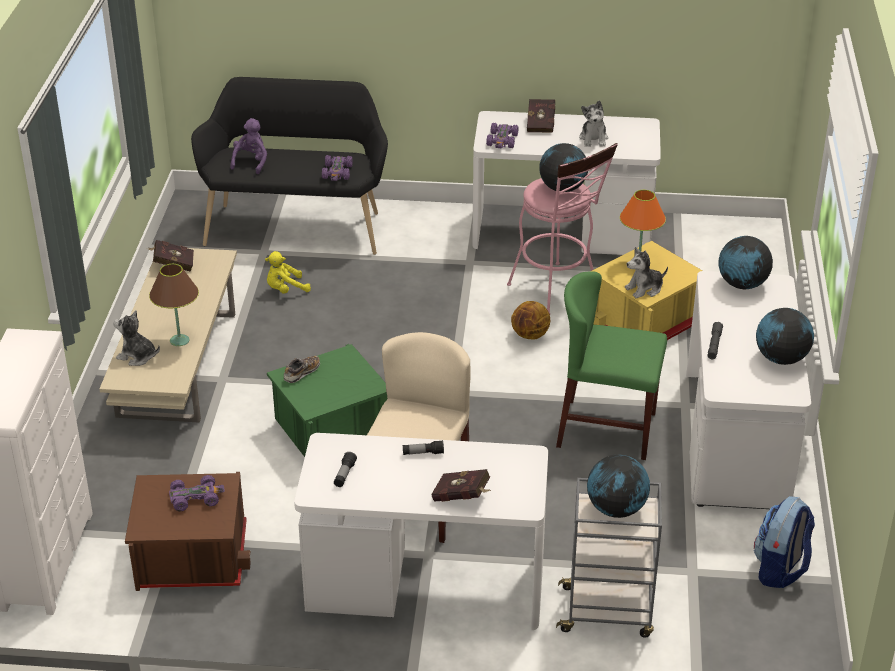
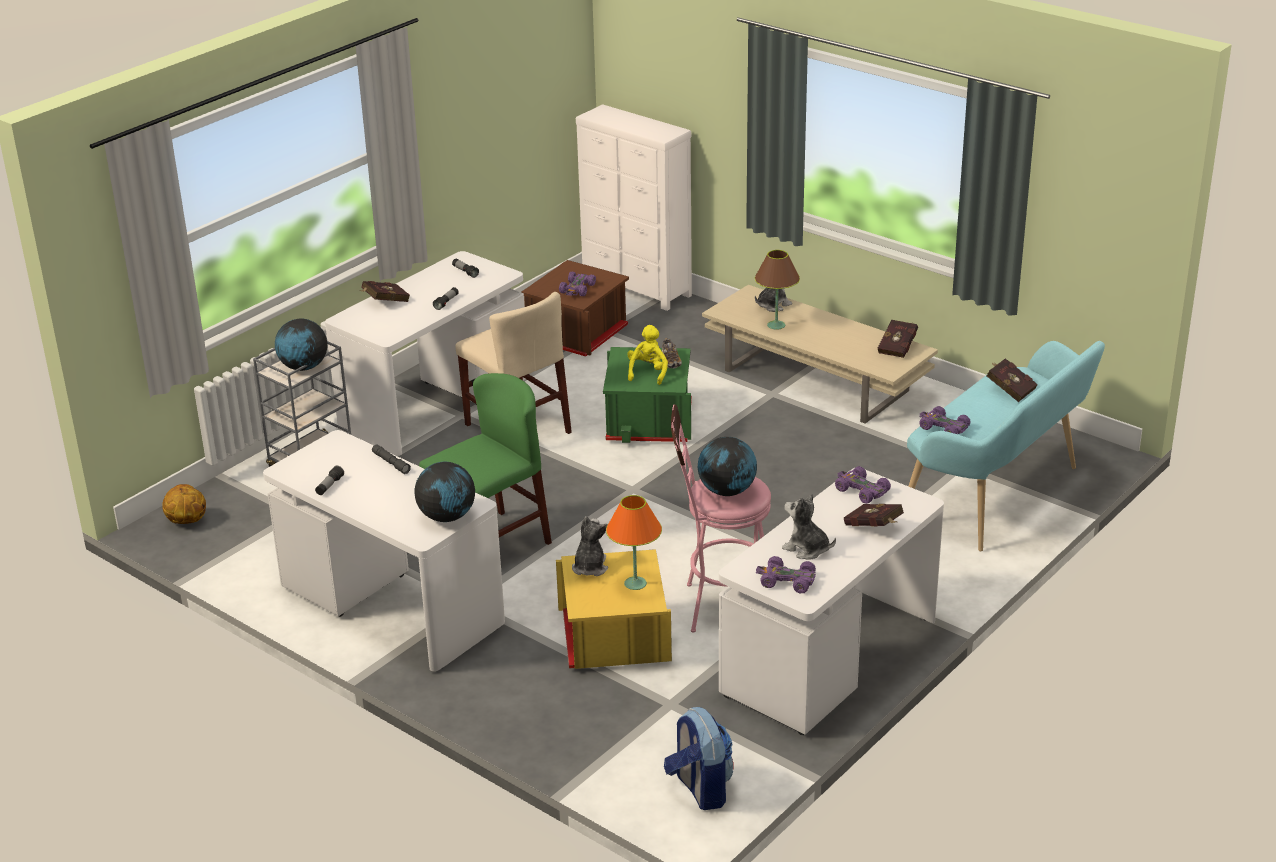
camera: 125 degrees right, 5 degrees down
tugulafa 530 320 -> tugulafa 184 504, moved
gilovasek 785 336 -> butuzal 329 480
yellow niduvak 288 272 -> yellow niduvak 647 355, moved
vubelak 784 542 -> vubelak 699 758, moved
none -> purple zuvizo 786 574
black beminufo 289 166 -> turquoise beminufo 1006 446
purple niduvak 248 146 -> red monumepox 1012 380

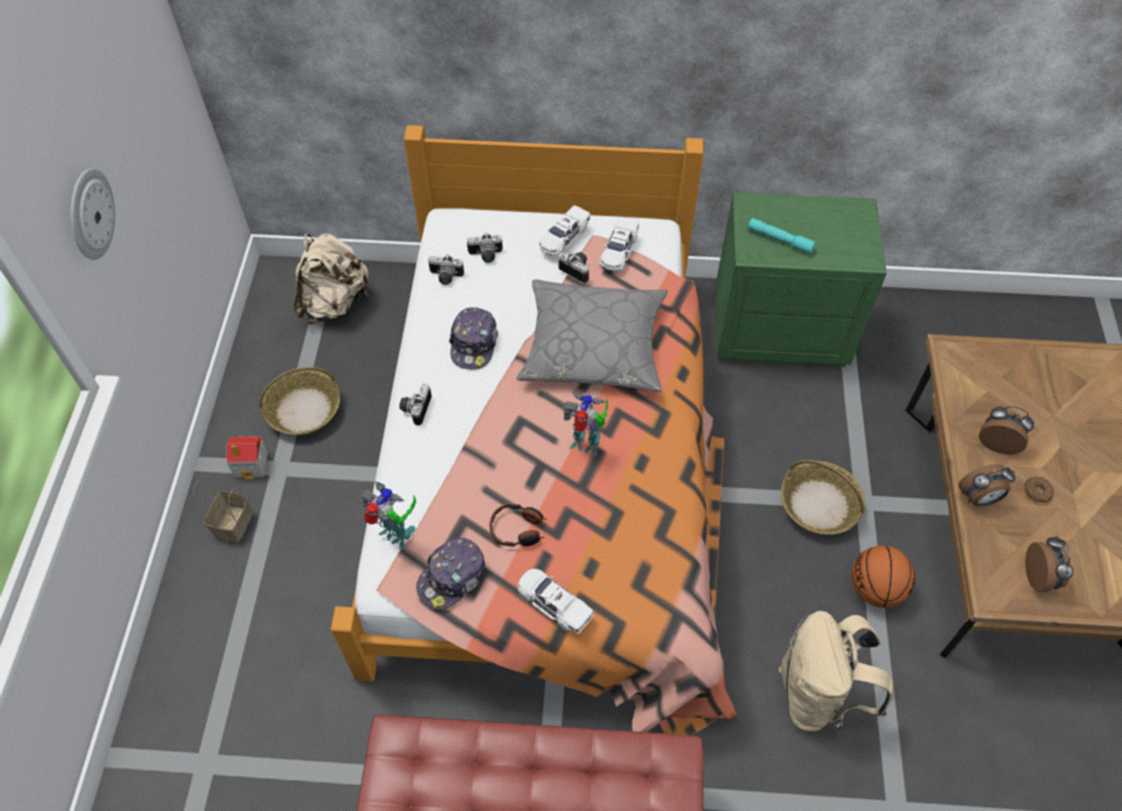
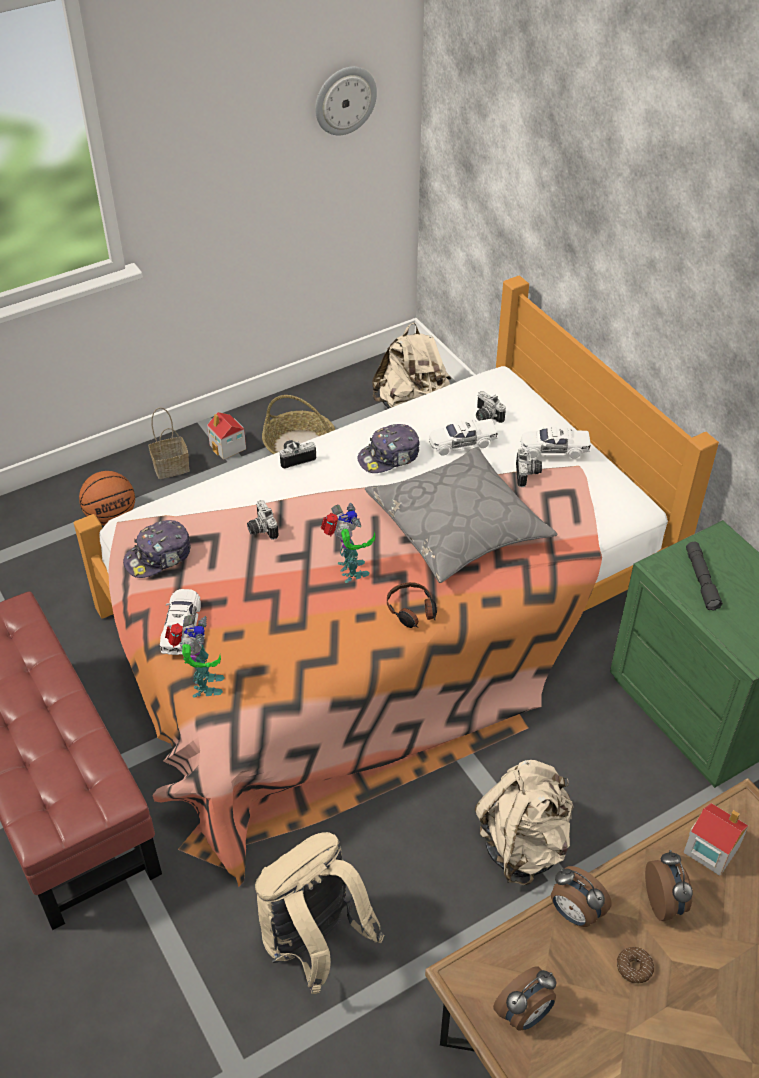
camera: 55 degrees right, 10 degrees down
tugulafa 883 577 -> tugulafa 107 498, moved
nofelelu 450 574 -> nofelelu 157 549, 45 degrees counterclockwise
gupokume 388 515 -> gupokume 194 656, moved
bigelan 446 269 -> bigelan 263 520, moved
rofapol 93 214 -> rofapol 346 101, moved
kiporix 518 525 -> kiporix 412 605, moved
white zuvizo 619 244 -> white zuvizo 463 437, moved
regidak 823 497 -> beige vubelak 524 822
none -> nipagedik 715 839
turquoise butuzal 782 236 -> grey butuzal 704 576

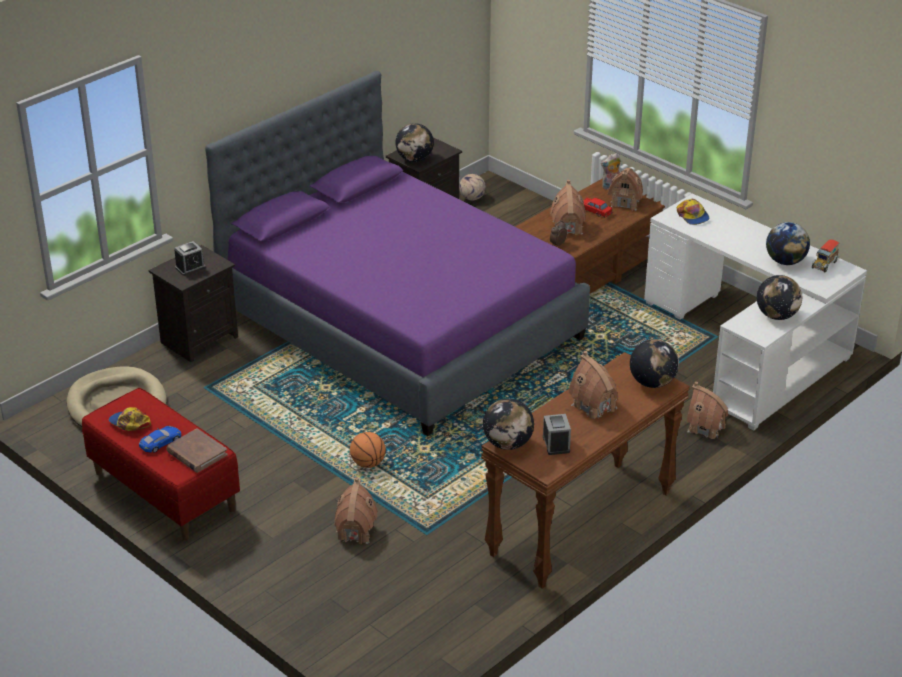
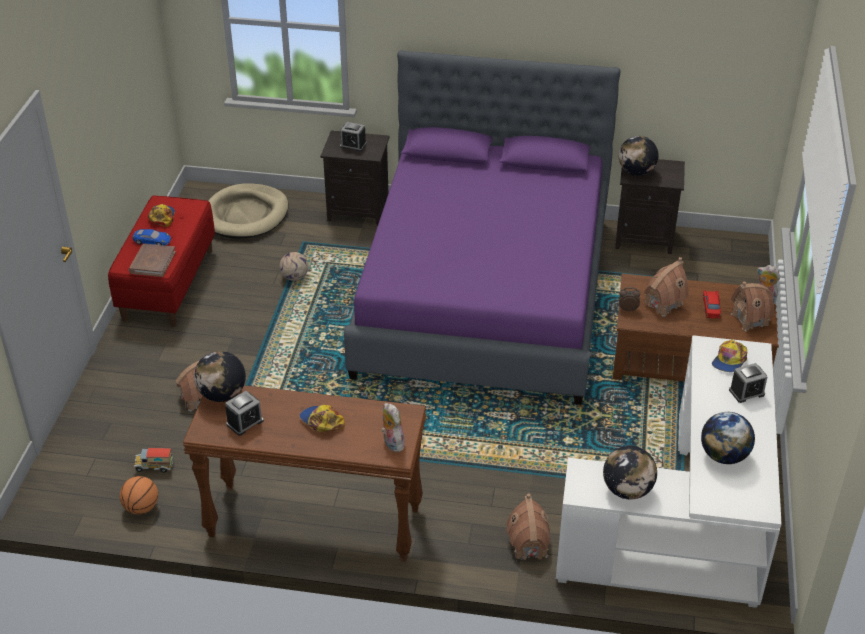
camera: 55 degrees right, 5 degrees up
tugulafa 368 450 -> tugulafa 139 495, moved
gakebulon 826 255 -> gakebulon 153 460, moved
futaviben 472 187 -> futaviben 294 266, moved
nipagedik 593 385 -> nofelelu 322 418
gilovasek 654 363 -> niduvak 393 427
none -> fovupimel 748 383

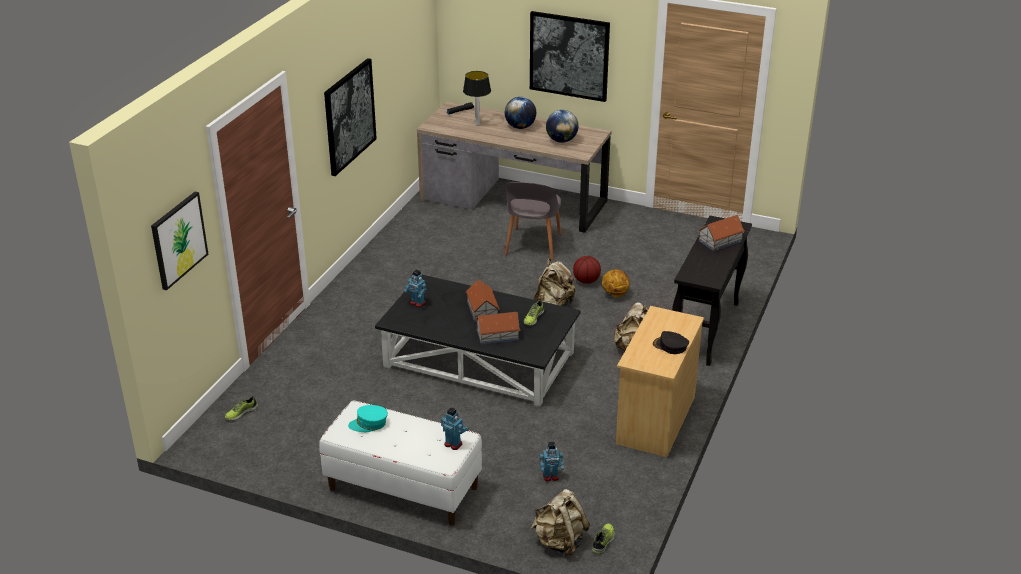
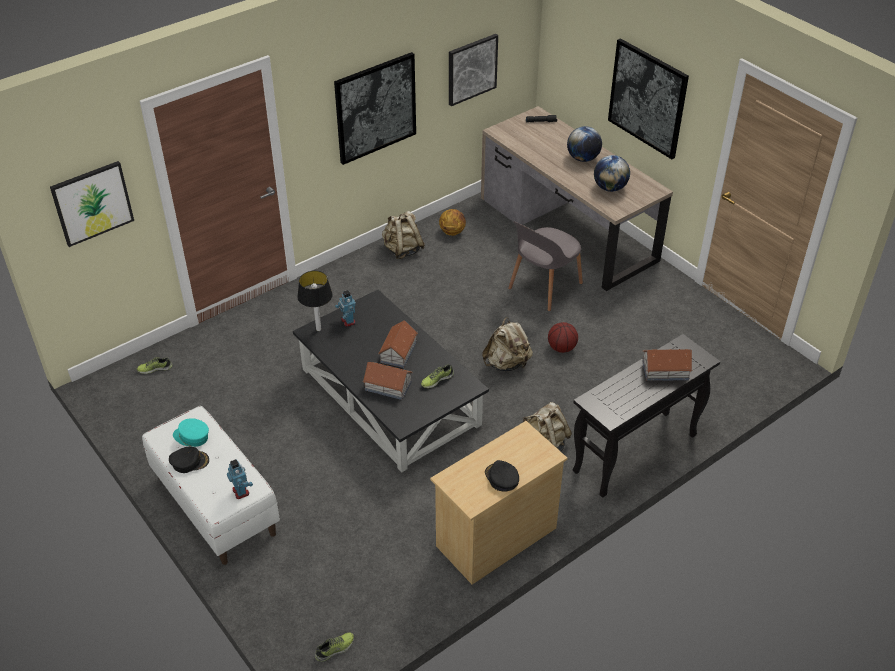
camera: 30 degrees right, 10 degrees up
none -> black nofelelu 189 460
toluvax 477 98 -> toluvax 315 301, moved
beige vubelak 560 523 -> beige vubelak 403 235, moved
tugulafa 616 283 -> tugulafa 452 222, moved
none -> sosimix 473 70
gupokume 552 461 -> none

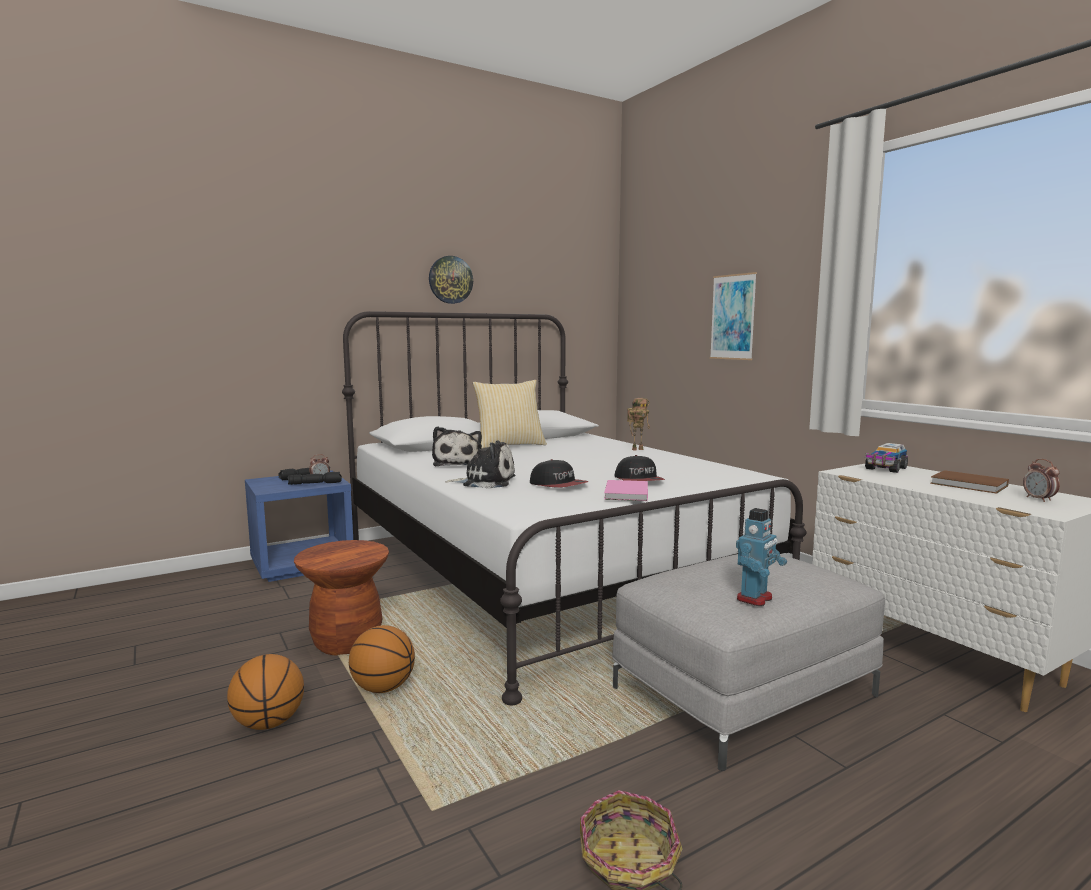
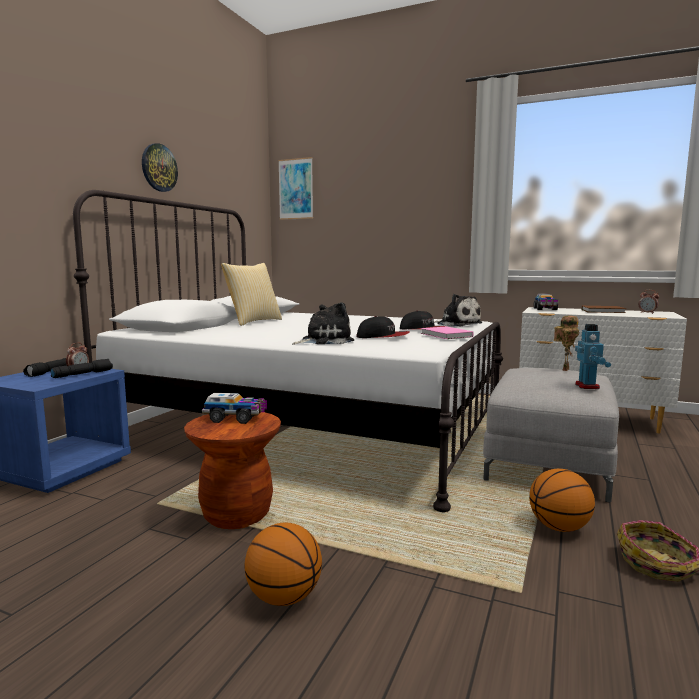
camera: 35 degrees left, 0 degrees up
none -> gakebulon 234 408
sosimix 733 316 -> sosimix 295 188, moved
niduvak 457 447 -> niduvak 458 310, moved
tugulafa 382 659 -> tugulafa 562 500, moved
gupokume 638 424 -> gupokume 566 343, moved

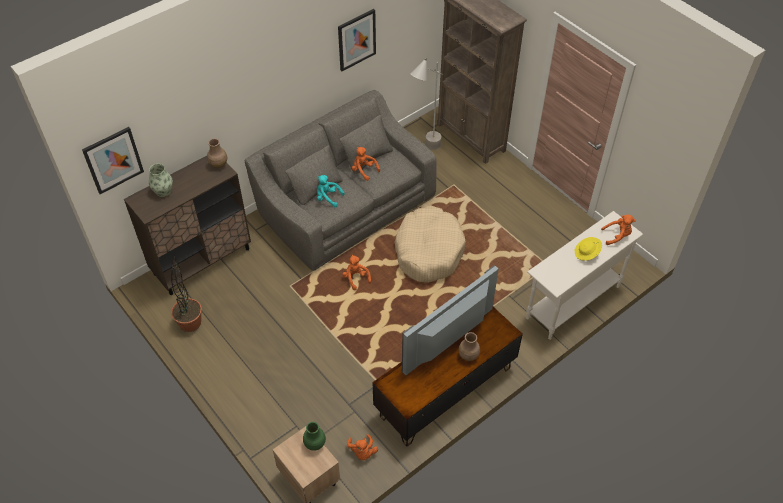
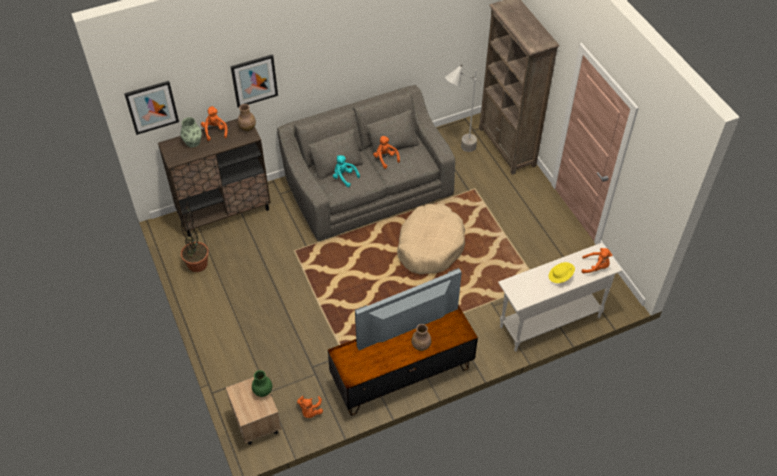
camera: 15 degrees right, 0 degrees up
orange niduvak 356 272 -> orange niduvak 214 123, moved
sosimix 357 40 -> sosimix 254 81, moved

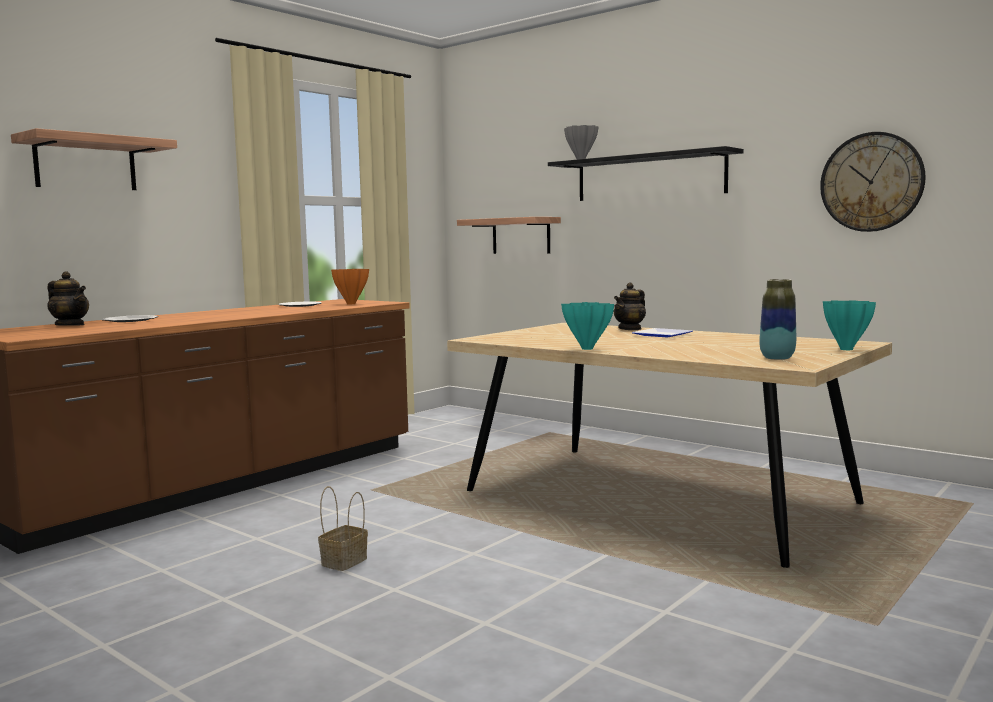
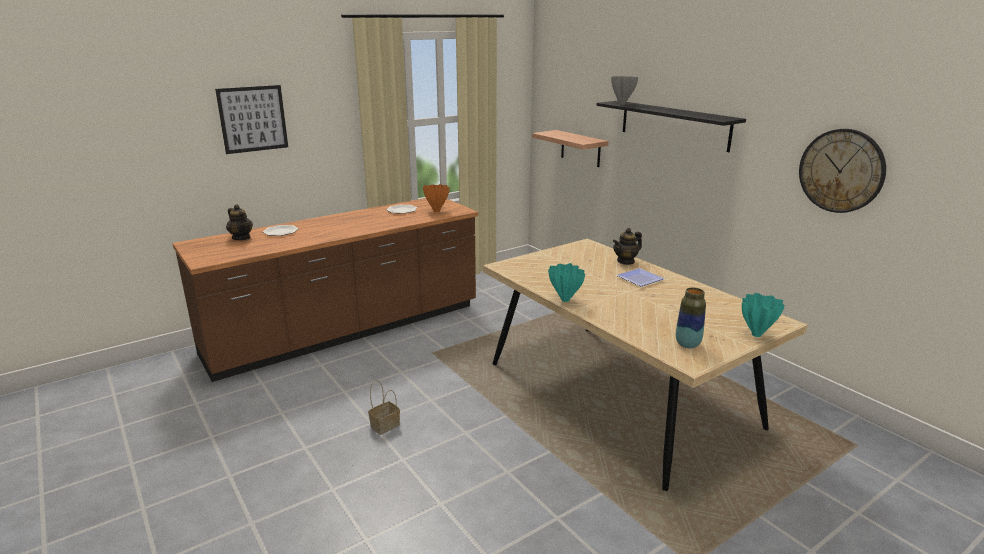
camera: 15 degrees right, 15 degrees up
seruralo 94 159 -> sosimix 251 119

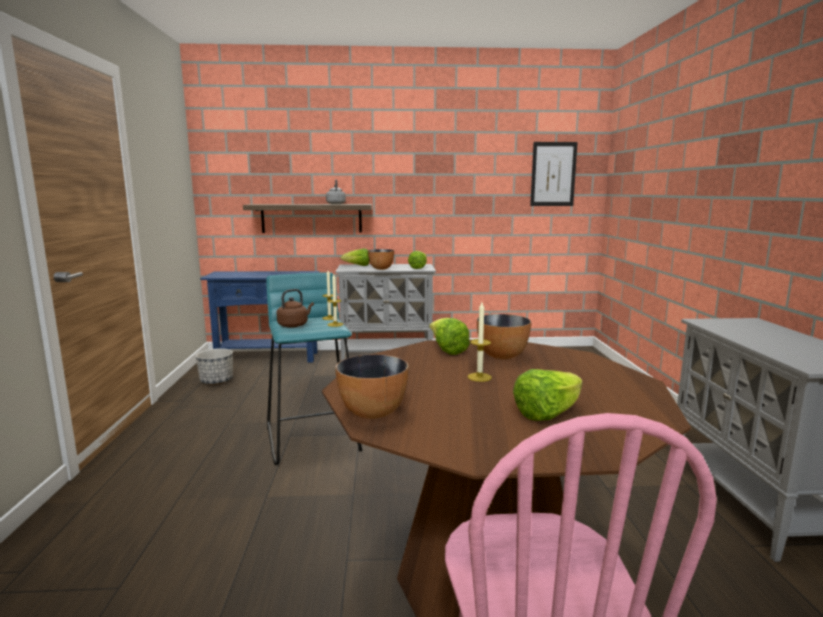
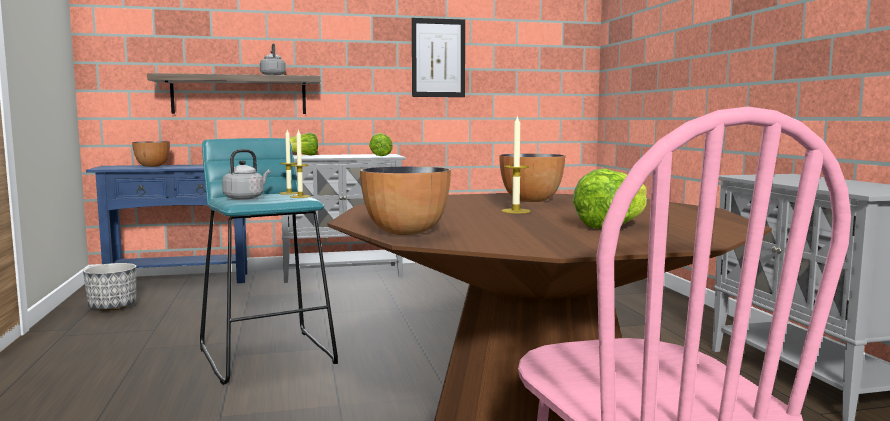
camera: 10 degrees left, 5 degrees down
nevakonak 381 259 -> nevakonak 151 154, moved
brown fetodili 295 308 -> grey fetodili 246 174
sosimix 554 174 -> sosimix 438 57, moved
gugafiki 449 336 -> none

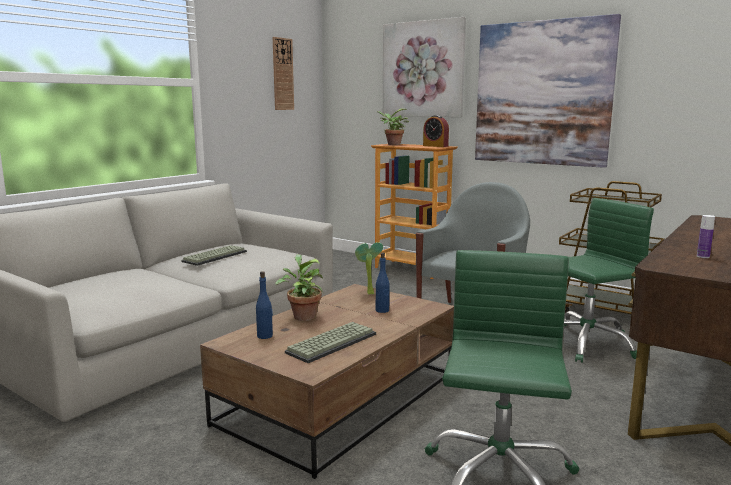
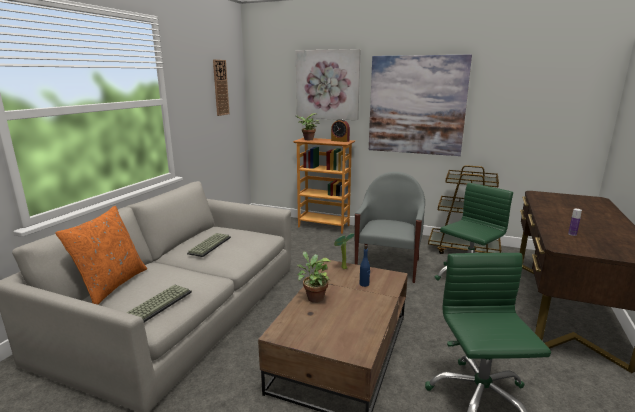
camera: 15 degrees left, 5 degrees up
none -> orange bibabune 101 255
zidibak 330 342 -> zidibak 159 303, moved
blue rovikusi 264 305 -> none

